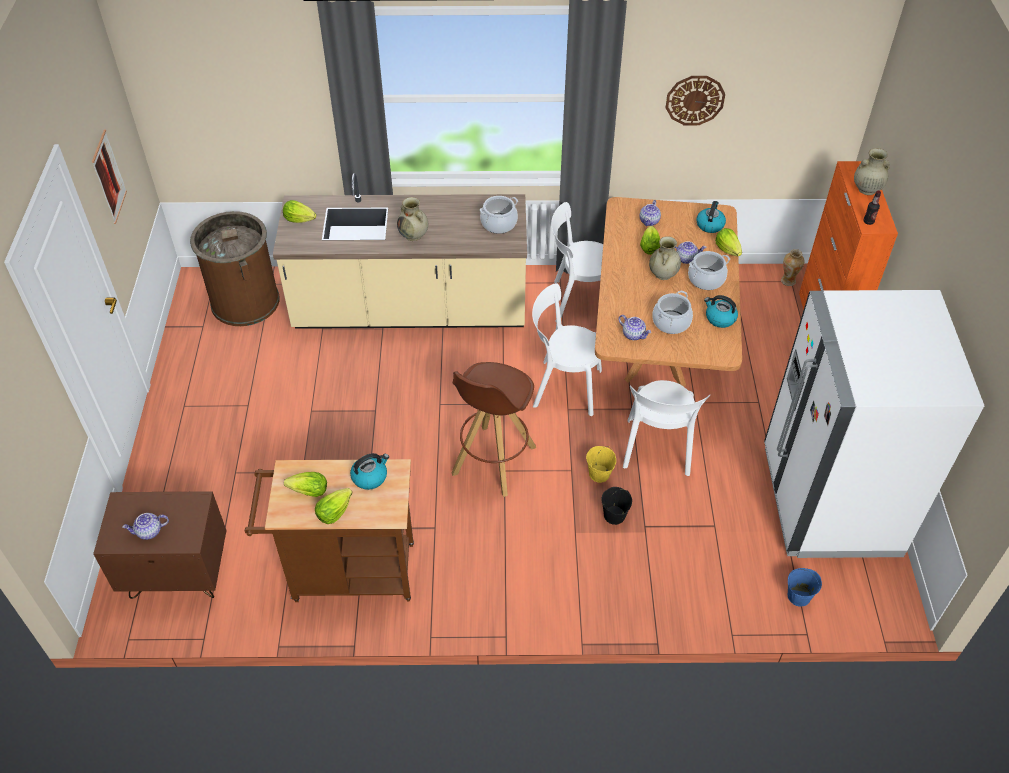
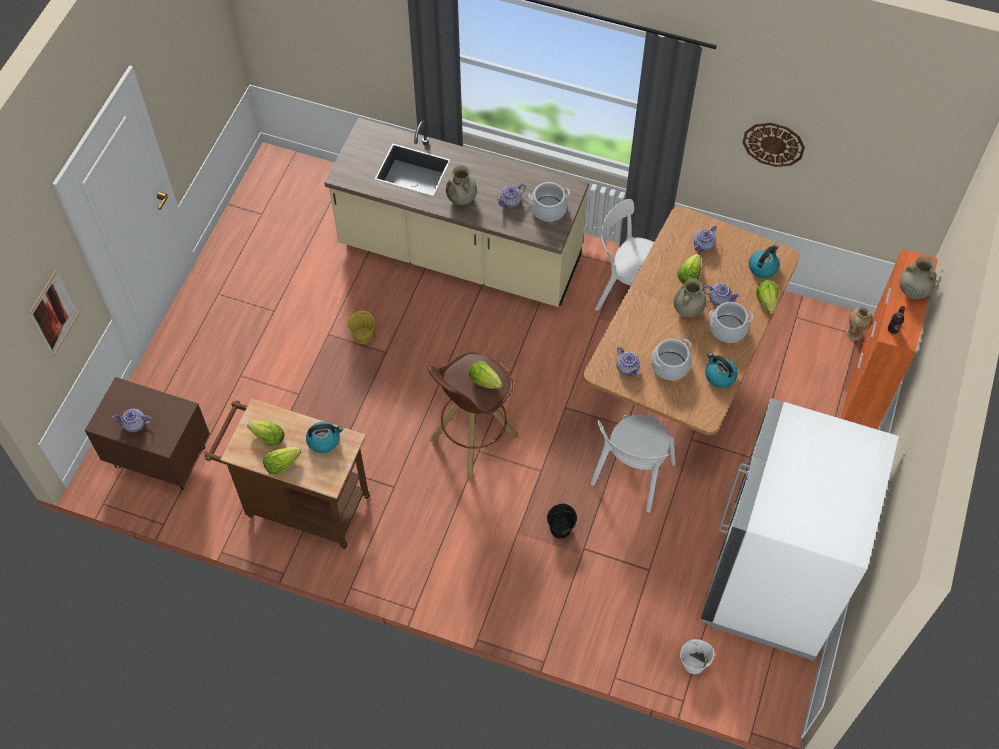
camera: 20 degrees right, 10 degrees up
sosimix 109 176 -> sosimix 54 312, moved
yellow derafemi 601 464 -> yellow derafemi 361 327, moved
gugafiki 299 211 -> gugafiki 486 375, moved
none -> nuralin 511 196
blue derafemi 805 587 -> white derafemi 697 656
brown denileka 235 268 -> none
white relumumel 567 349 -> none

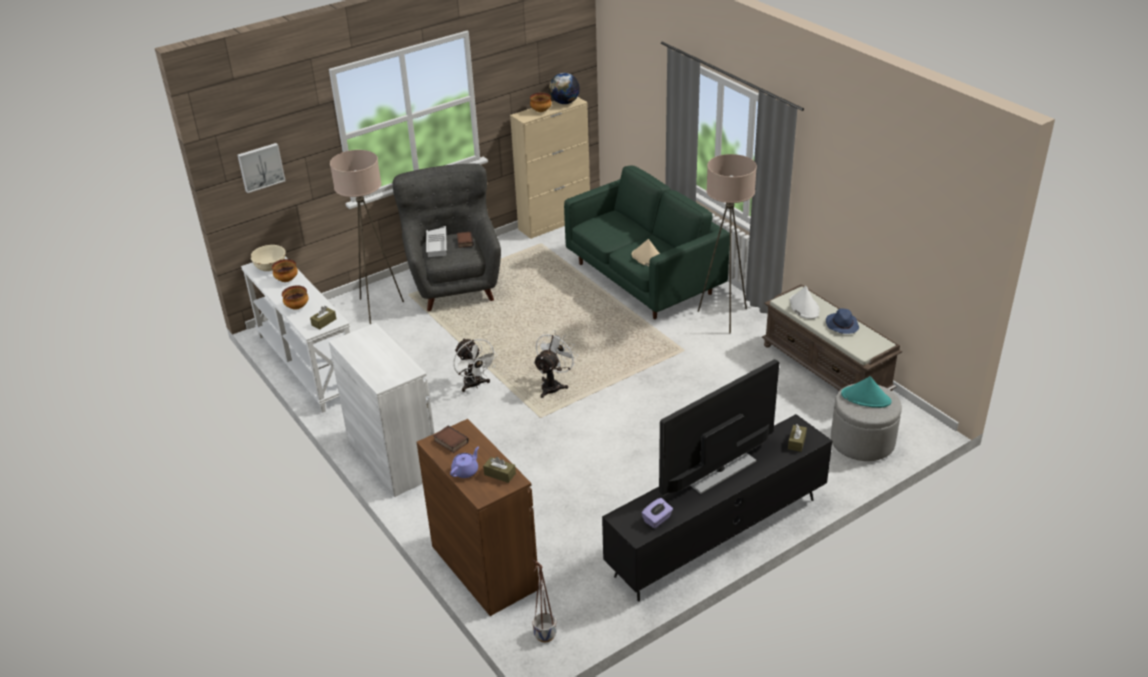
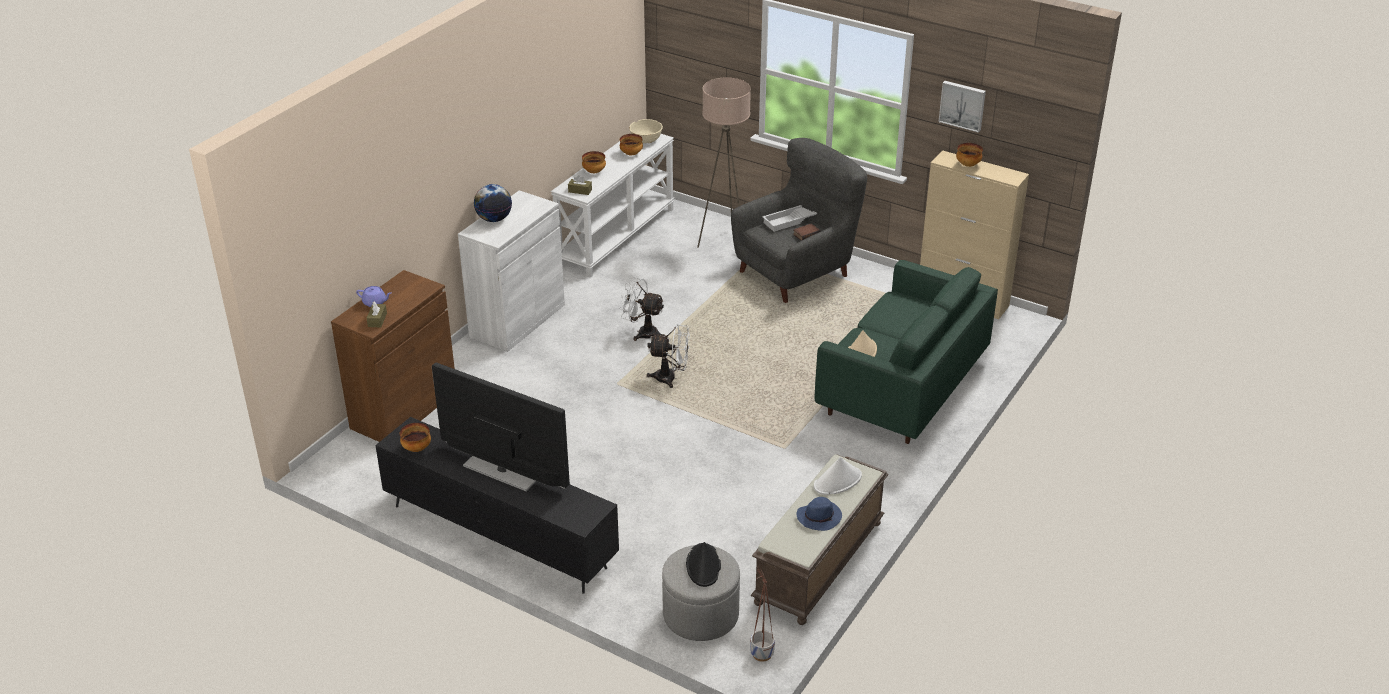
camera: 65 degrees right, 0 degrees up
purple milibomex 657 513 -> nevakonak 415 437
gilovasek 564 88 -> gilovasek 493 203, moved
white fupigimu 475 365 -> white fupigimu 641 309, 75 degrees clockwise
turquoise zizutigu 866 392 -> black zizutigu 703 564
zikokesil 544 601 -> zikokesil 762 614, moved
sosimix 262 168 -> sosimix 962 107, moved
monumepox 451 439 -> none
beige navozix 727 244 -> none
brown milibomex 797 438 -> none

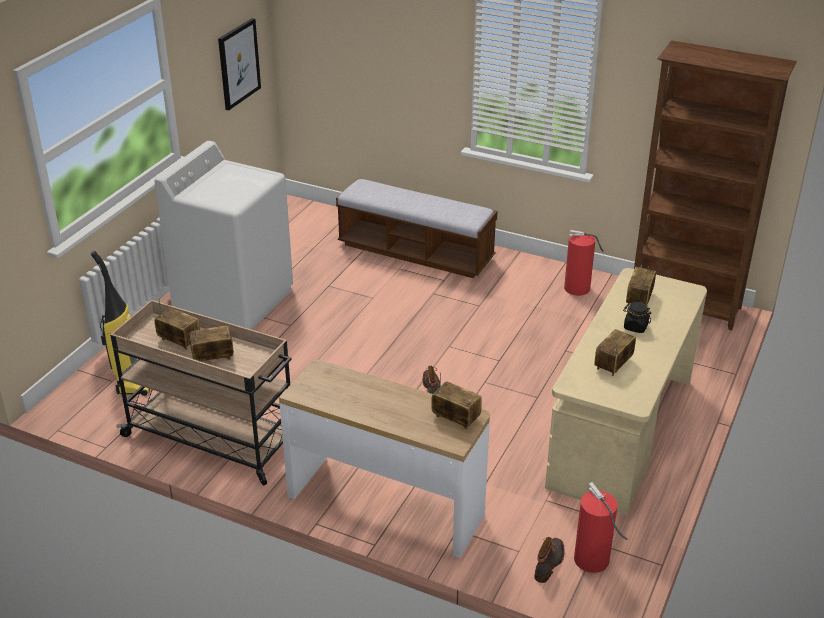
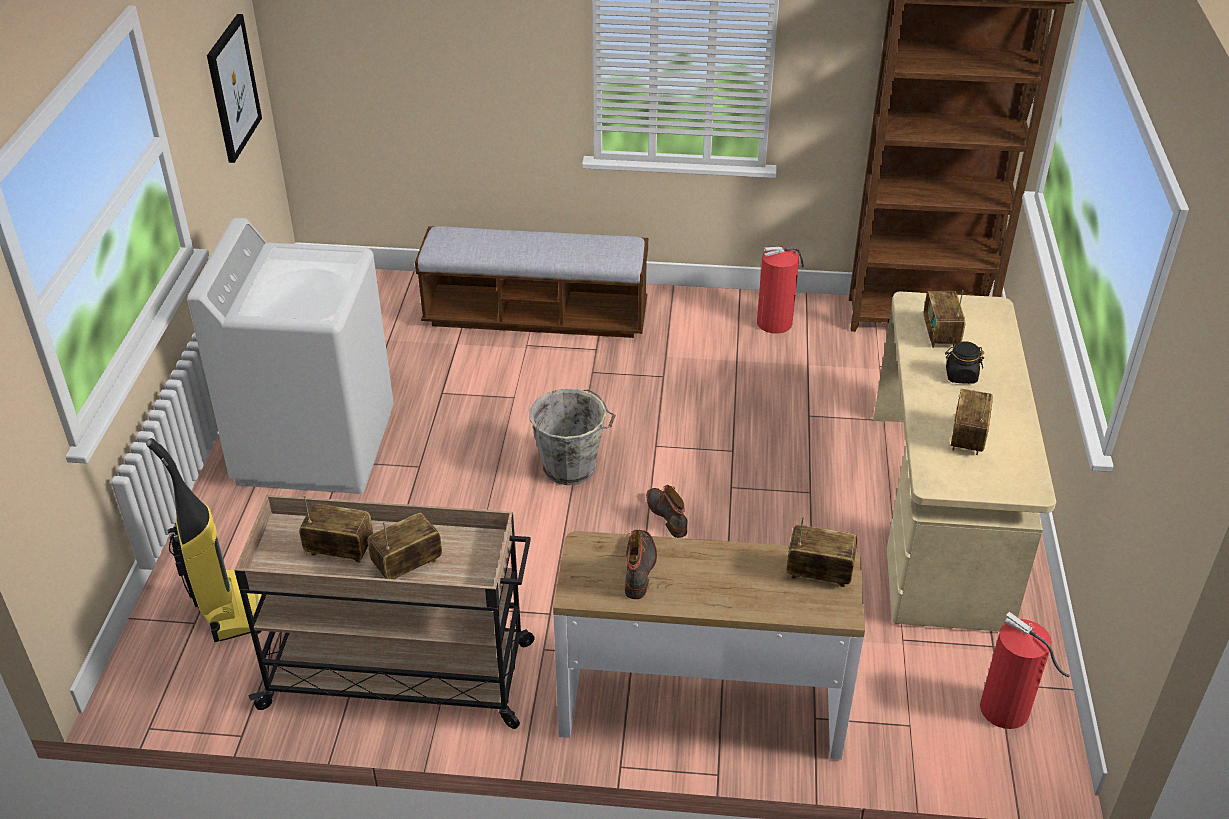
camera: 20 degrees left, 5 degrees up
none -> grey derafemi 572 437
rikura 549 560 -> rikura 641 564, moved

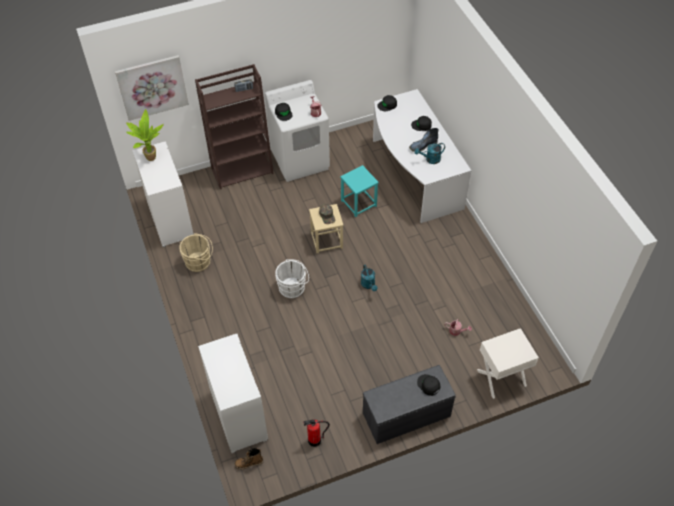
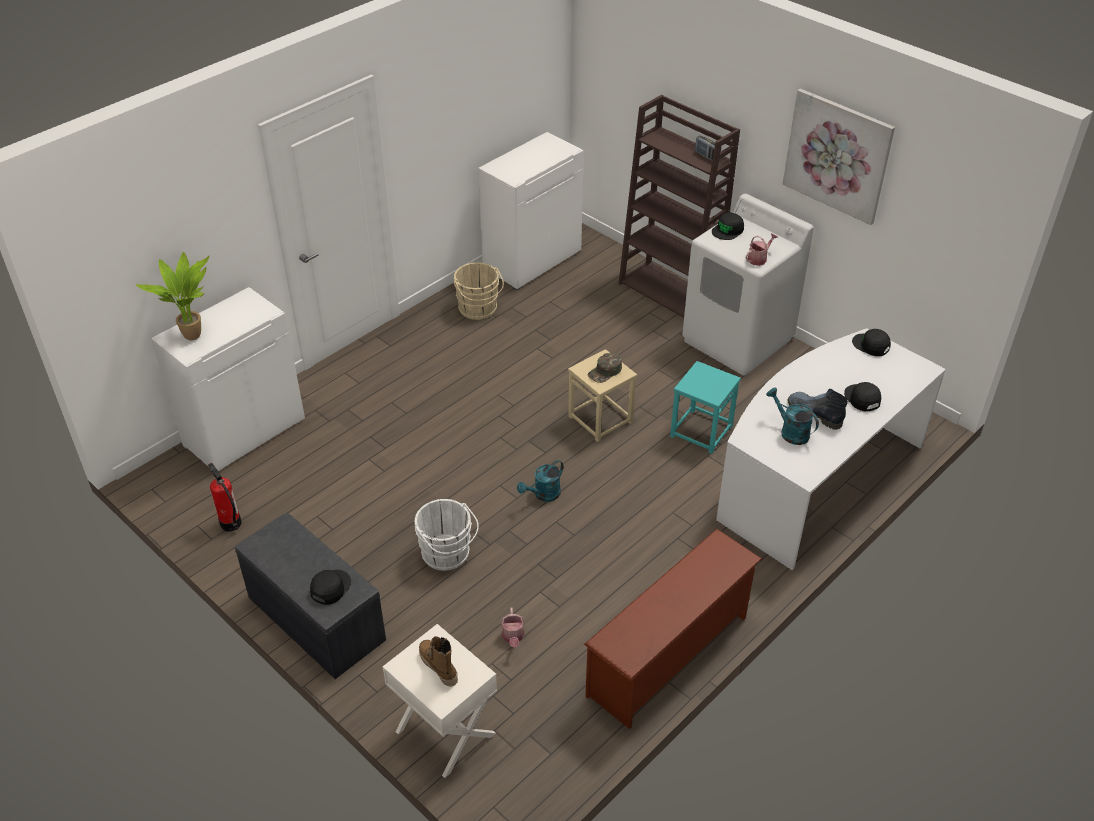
camera: 65 degrees right, 10 degrees down
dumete 145 135 -> dumete 172 296, moved
white derafemi 292 279 -> white derafemi 447 535, moved
rikura 249 459 -> rikura 438 661, moved
none -> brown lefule 673 629
sosimix 152 88 -> sosimix 839 156, moved

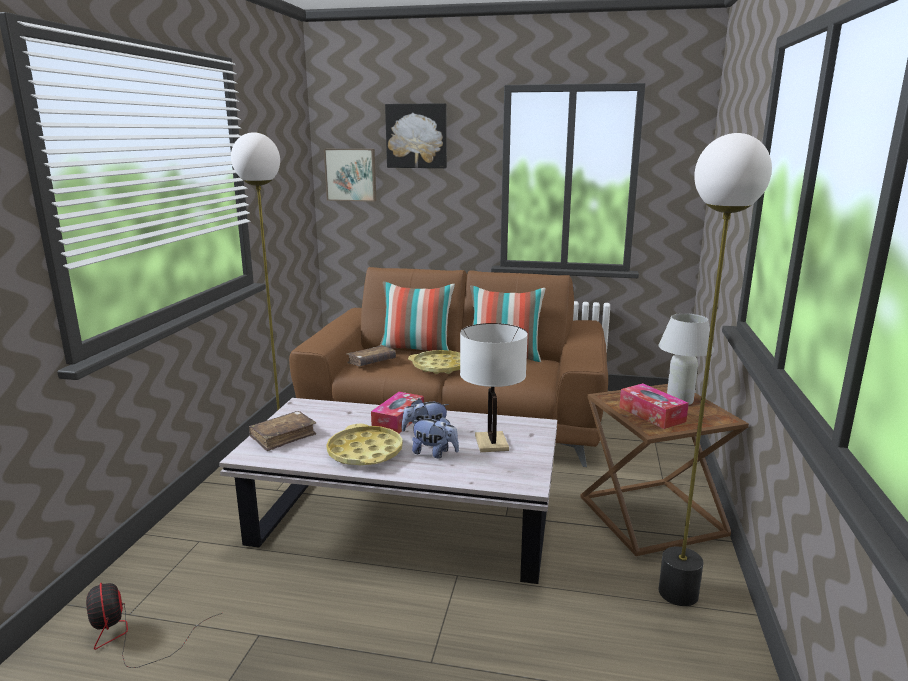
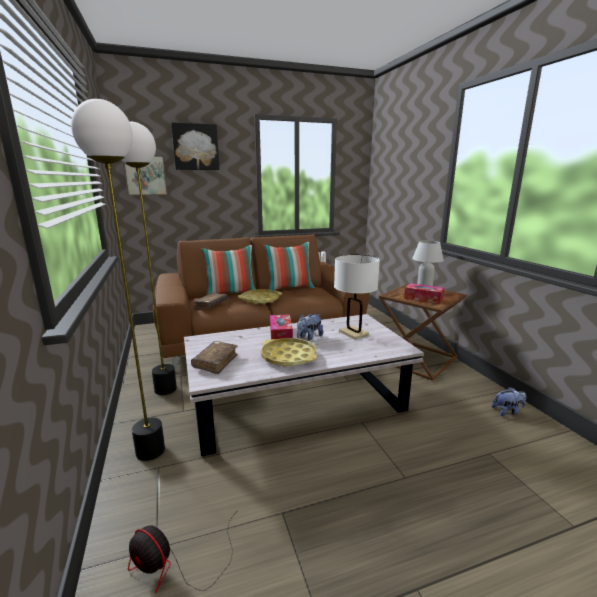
camera: 30 degrees left, 0 degrees up
navozix 715 369 -> navozix 118 280, moved
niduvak 435 437 -> niduvak 509 401, moved

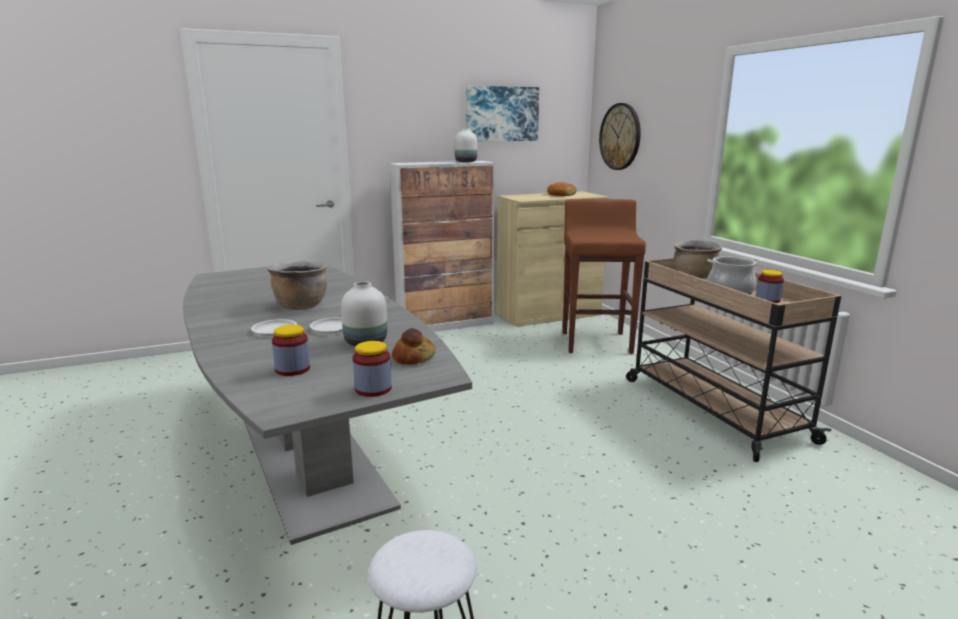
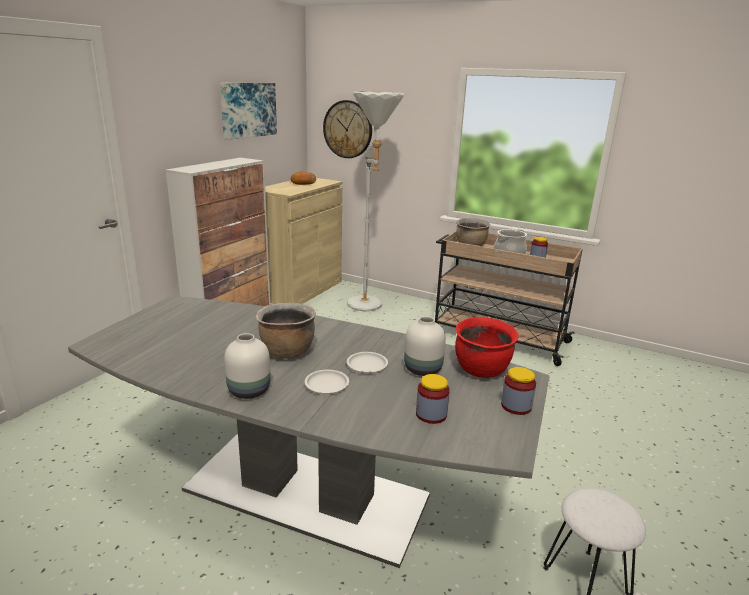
camera: 40 degrees left, 5 degrees up
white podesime 466 145 -> white podesime 247 366, moved
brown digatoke 604 276 -> white navozix 375 201
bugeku 414 346 -> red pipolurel 486 347

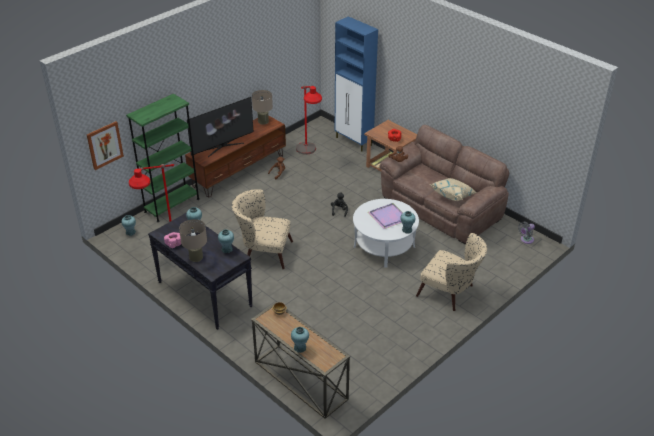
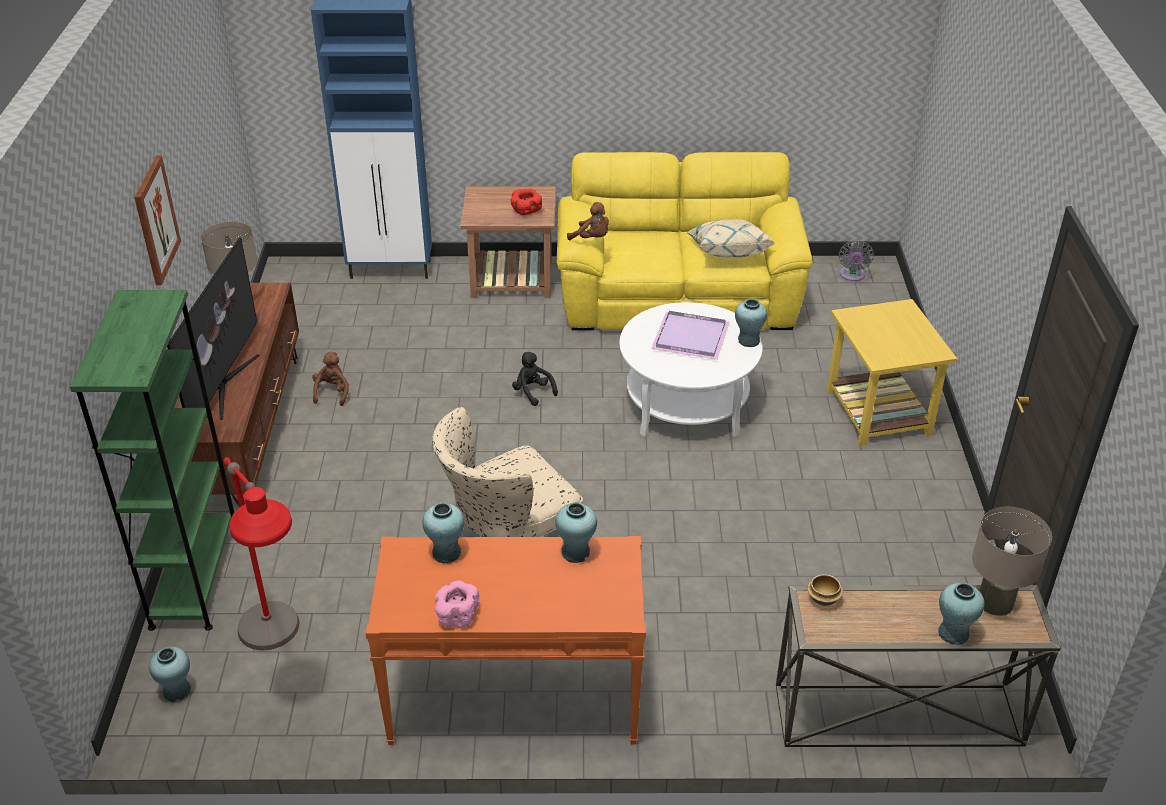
camera: 45 degrees left, 0 degrees up
sosimix 105 145 -> sosimix 157 220, moved
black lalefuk 200 271 -> orange lalefuk 506 640
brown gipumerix 444 185 -> yellow gipumerix 685 241
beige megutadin 451 272 -> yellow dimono 892 372
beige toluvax 193 240 -> beige toluvax 1012 561, moved
red navozix 309 120 -> none

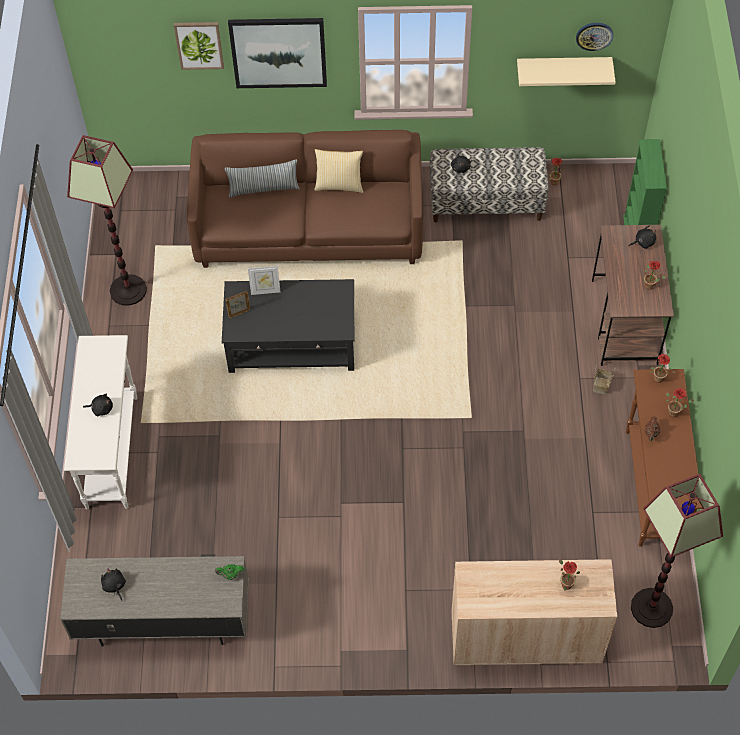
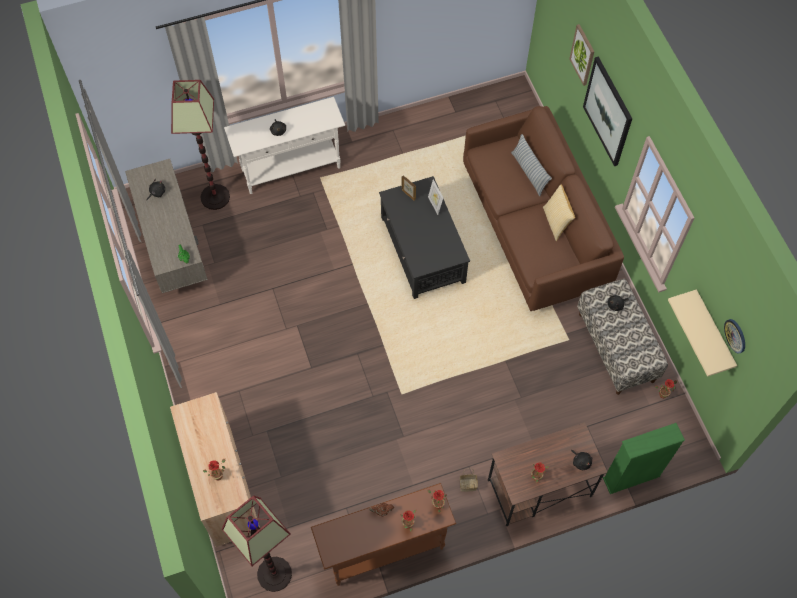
camera: 70 degrees right, 5 degrees up
navozix 107 220 -> navozix 200 145, moved

